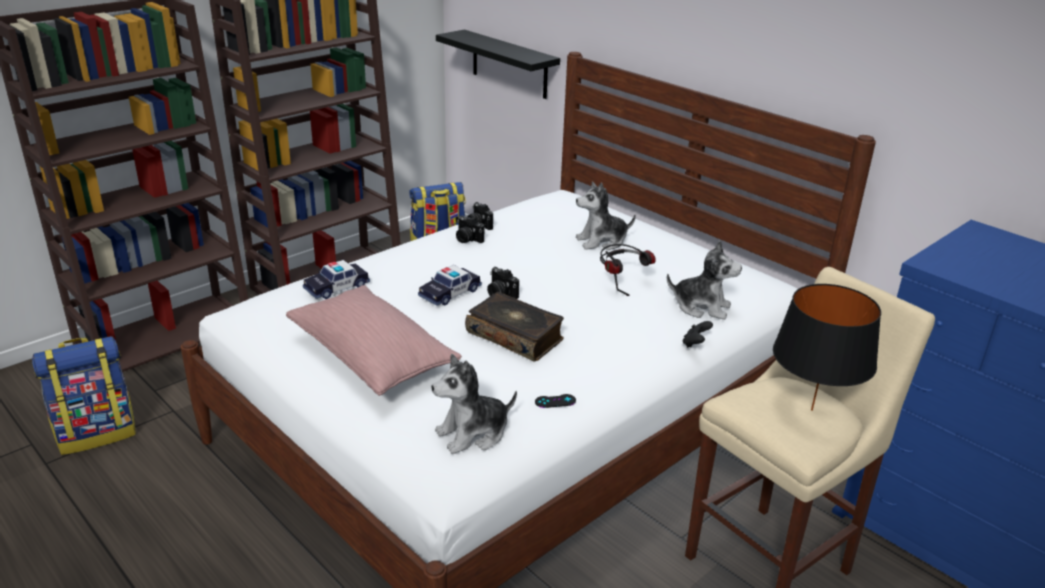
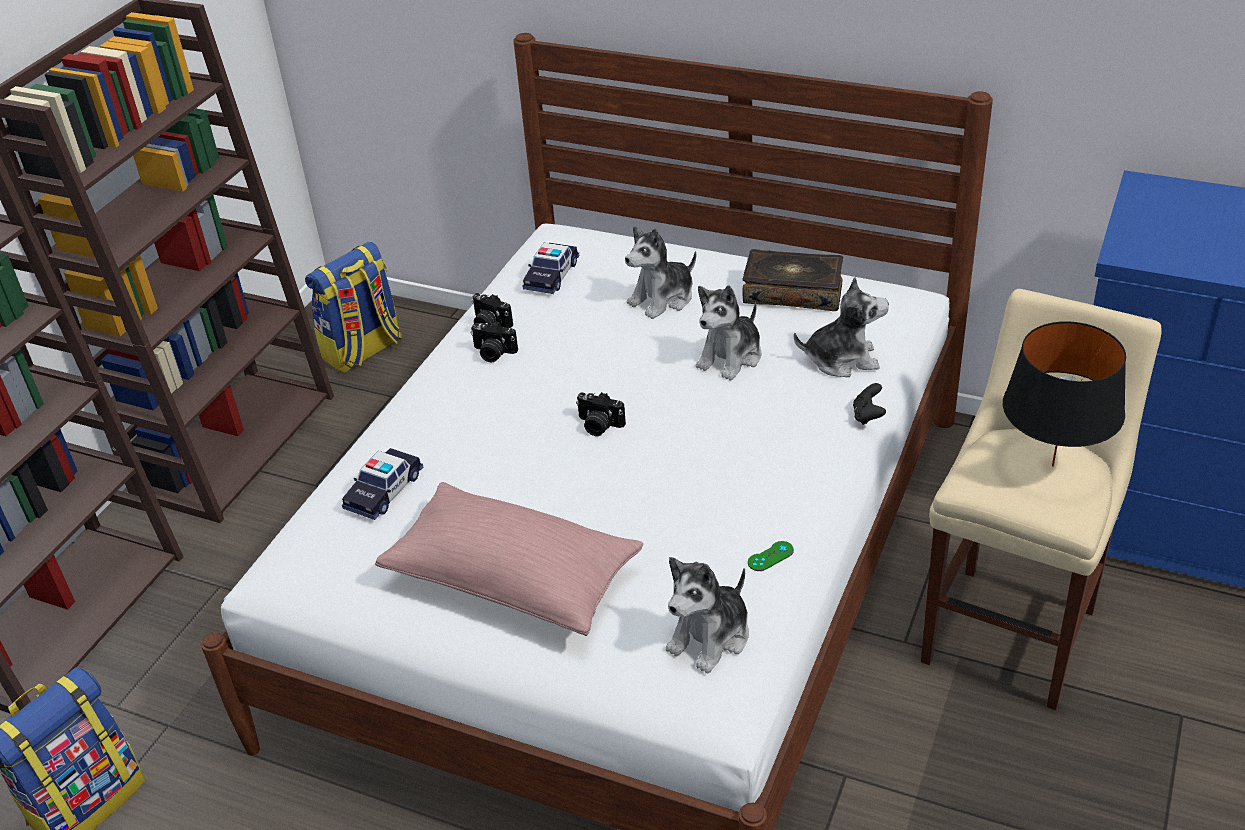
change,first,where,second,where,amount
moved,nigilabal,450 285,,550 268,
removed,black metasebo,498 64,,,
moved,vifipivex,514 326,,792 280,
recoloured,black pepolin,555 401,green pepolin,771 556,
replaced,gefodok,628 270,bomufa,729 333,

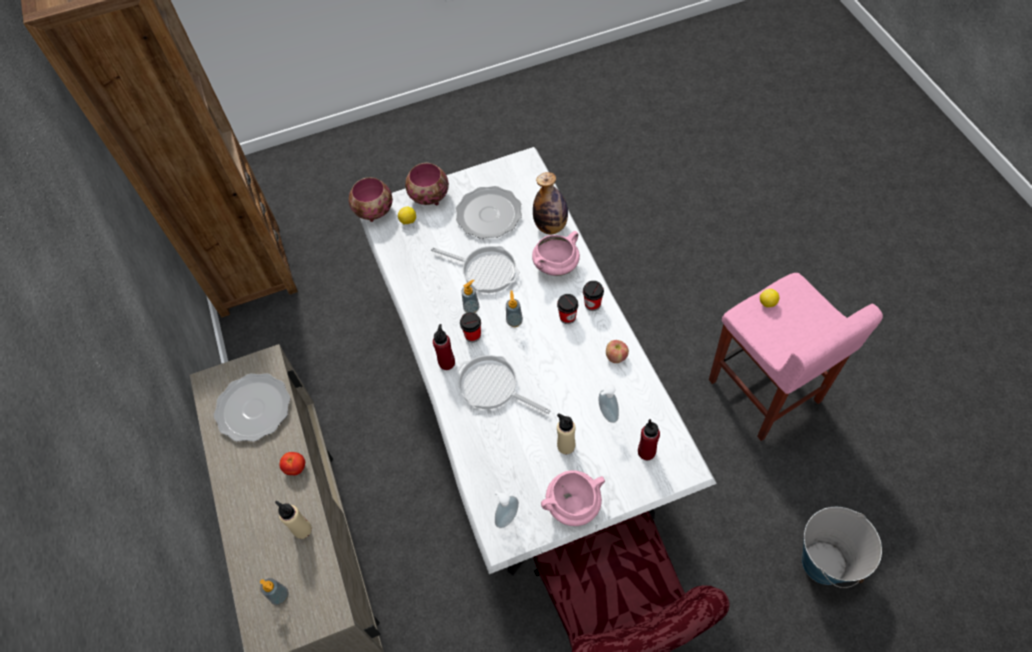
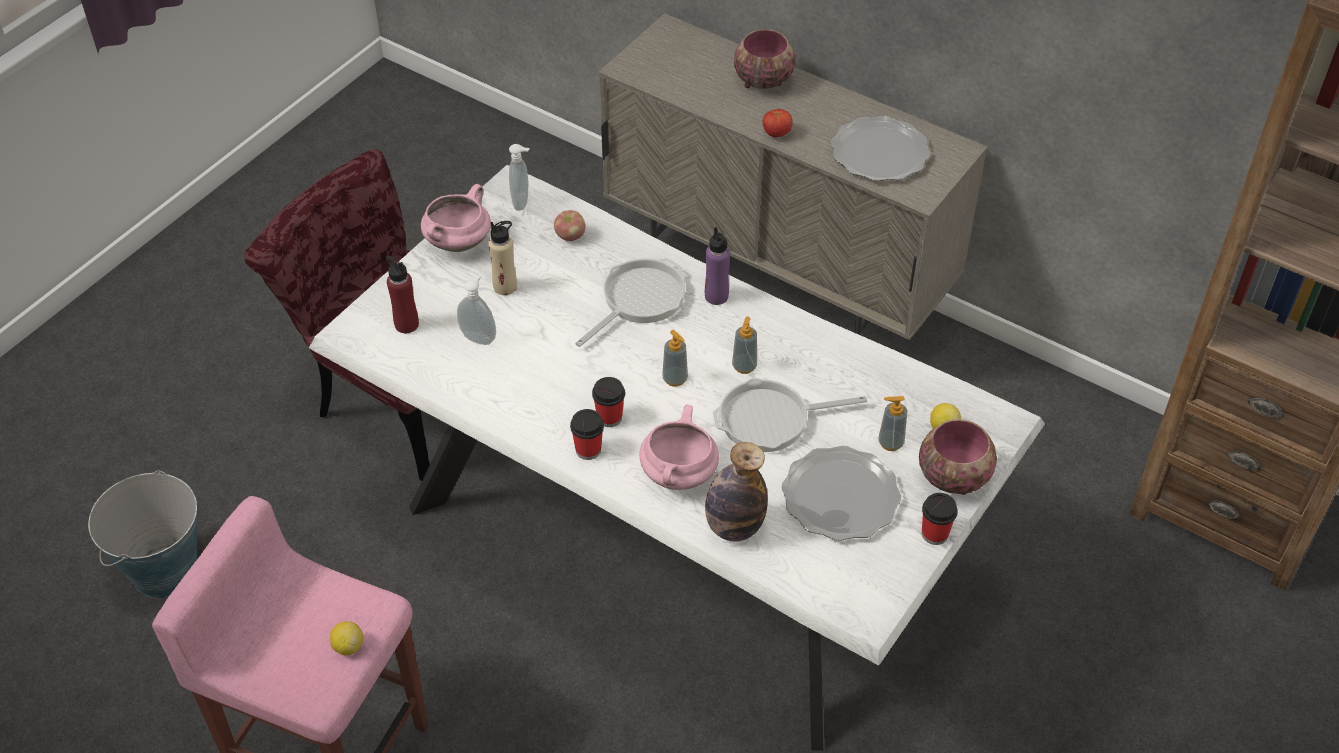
change,first,where,second,where,amount
moved,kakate,274 591,,892 423,
removed,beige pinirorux,293 520,,,
moved,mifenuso,371 199,,764 59,
recoloured,red pinirorux,444 347,purple pinirorux,717 266,
turned,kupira,503 384,,630 302,45 degrees counterclockwise
moved,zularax,470 327,,940 519,
moved,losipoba,617 351,,570 225,

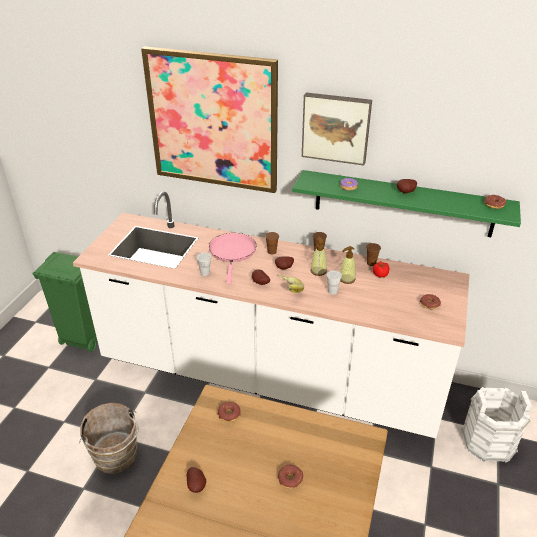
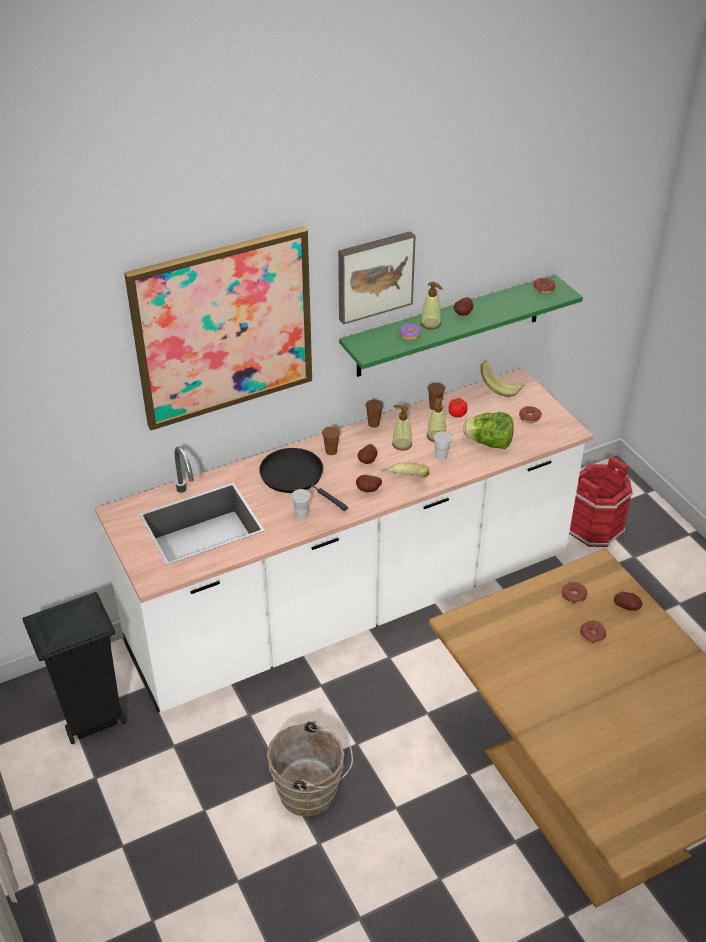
change,first,where,second,where,amount
recoloured,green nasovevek,65 302,black nasovevek,74 668,
moved,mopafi,196 480,,628 601,
recoloured,pink kupira,232 258,black kupira,303 479,
moved,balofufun,229 412,,574 593,
recoloured,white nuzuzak,496 424,red nuzuzak,601 502,
added,,,kakate,431 305,
added,,,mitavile,488 430,
added,,,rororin,503 379,

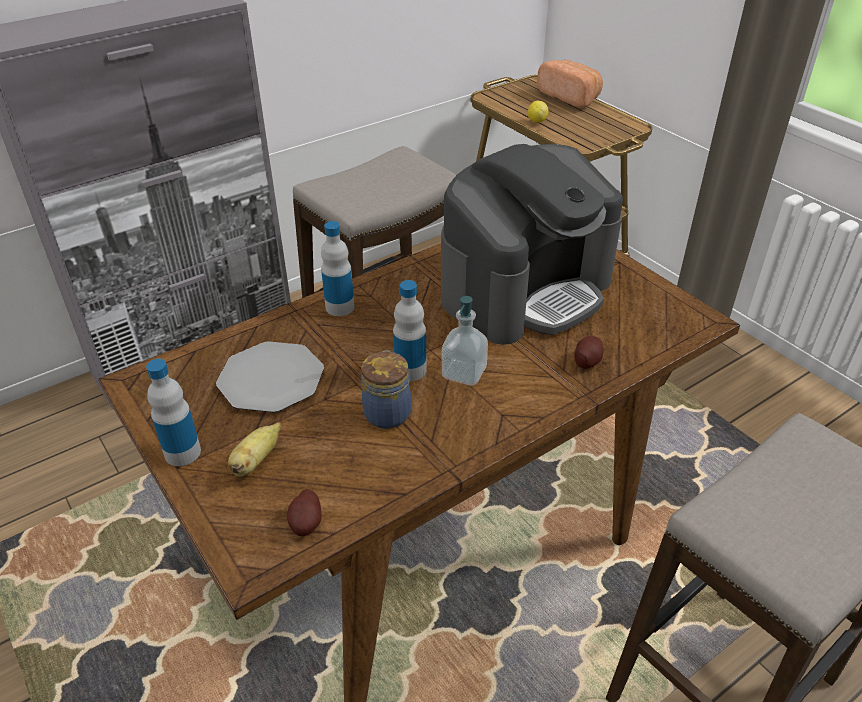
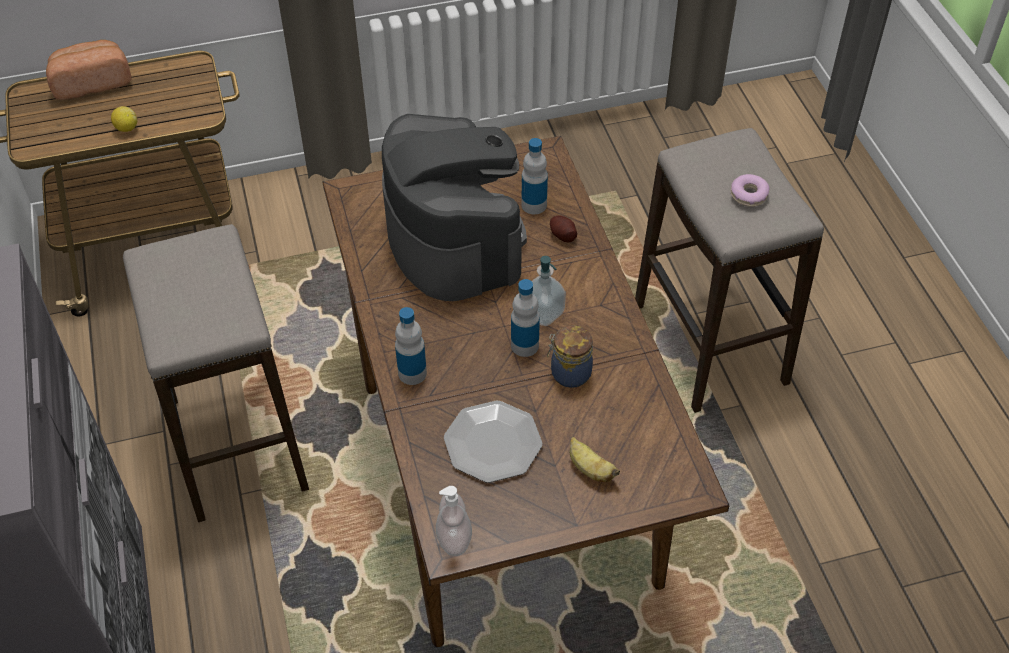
change,first,where,second,where,amount
moved,pinirorux,173 412,,535 176,
removed,mopafi,304 512,,,
added,,,kakate,454 521,
added,,,balofufun,750 190,

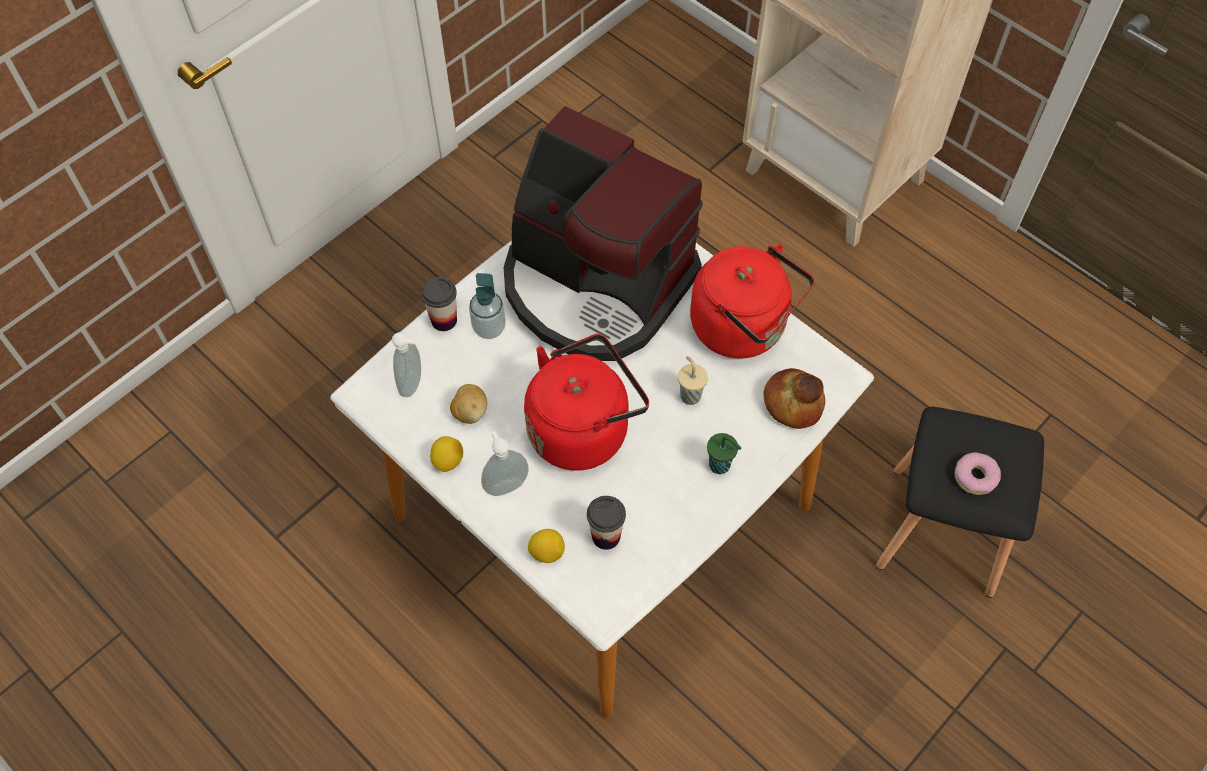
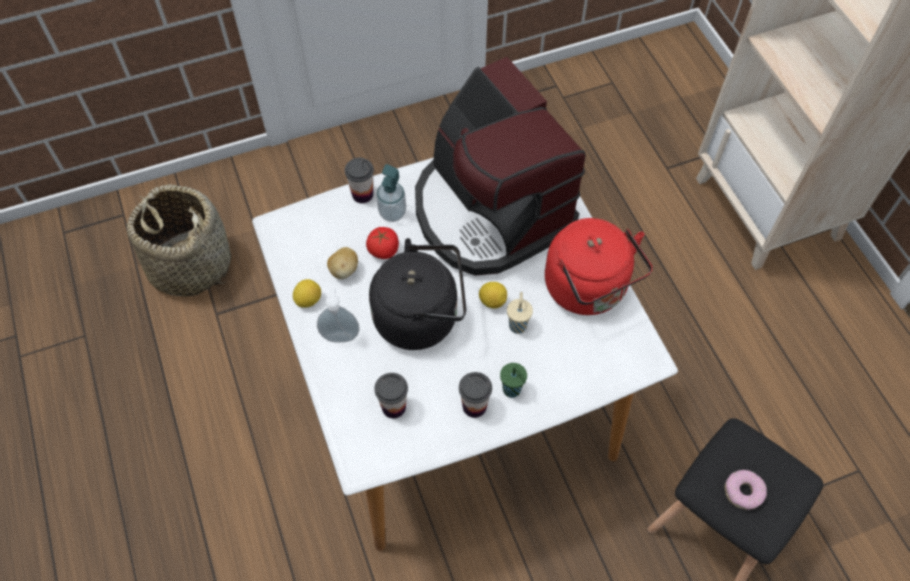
change,first,where,second,where,amount
removed,kakate,406 364,,,
recoloured,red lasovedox,586 402,black lasovedox,417 294,
moved,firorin,546 546,,493 295,
removed,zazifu,794 398,,,
added,,,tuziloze,179 240,
added,,,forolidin,382 243,
added,,,zularax,475 395,

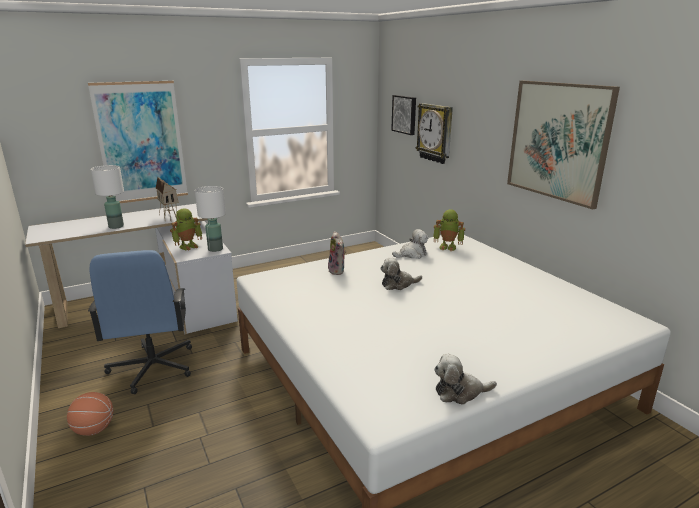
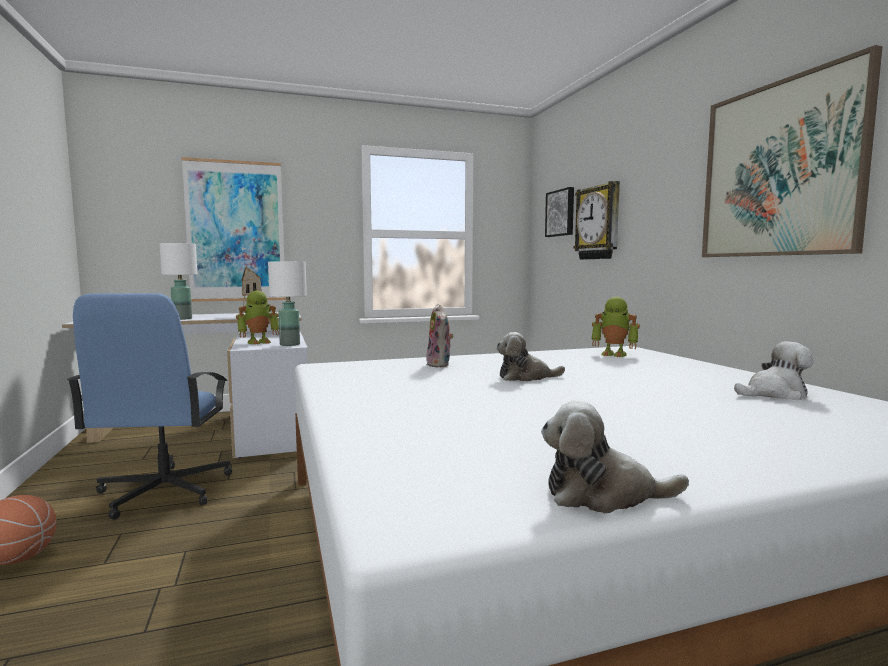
change,first,where,second,where,amount
moved,bomufa,410 244,,773 370,

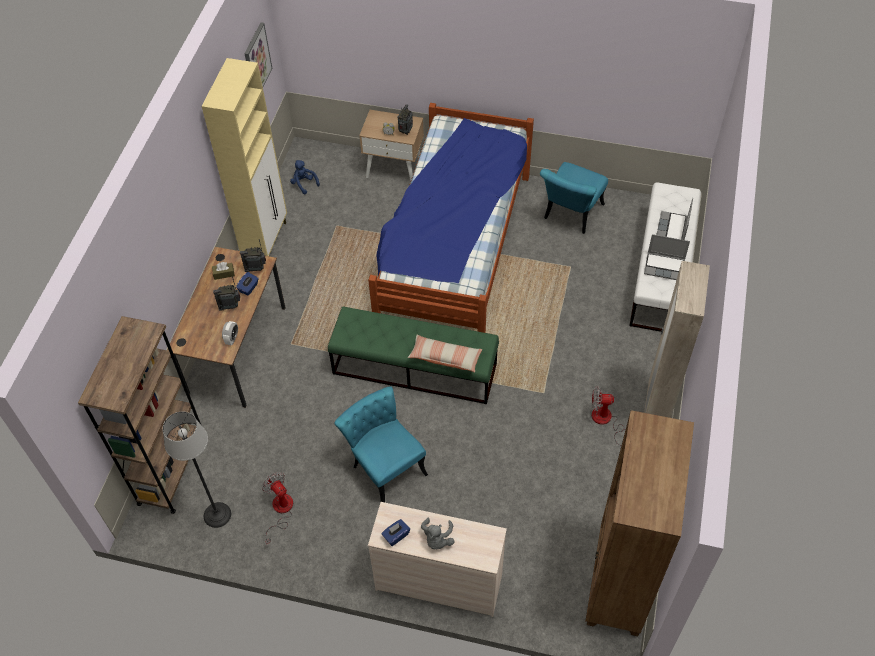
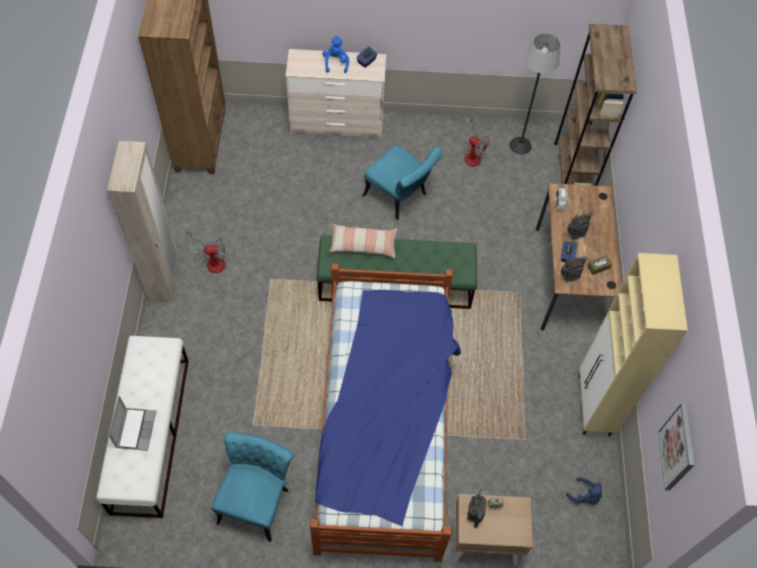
change,first,where,second,where,amount
recoloured,grey bomufa,438 533,blue bomufa,335 54,
removed,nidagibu,667 257,,,

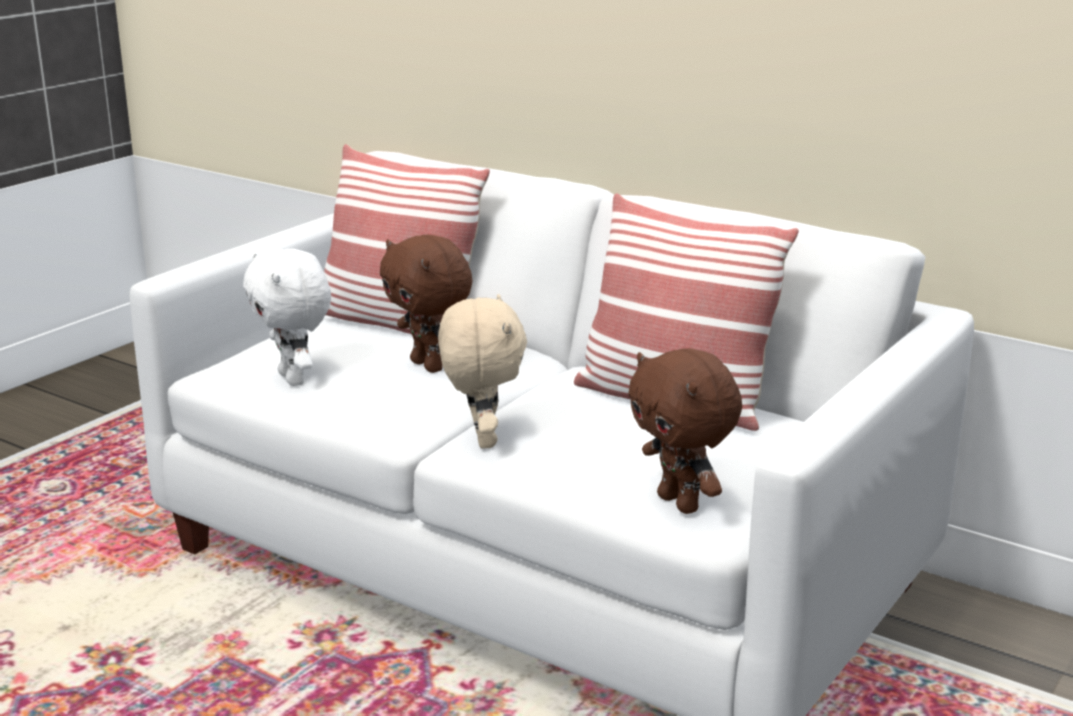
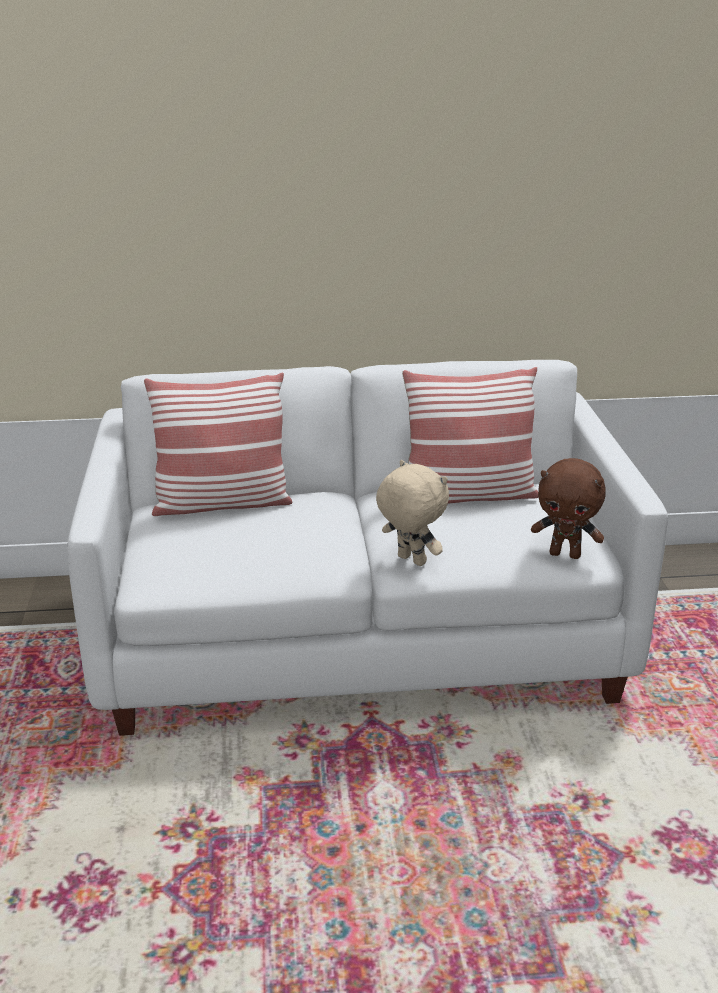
change,first,where,second,where,amount
removed,white bomufa,287 317,,,
removed,brown bomufa,426 304,,,

